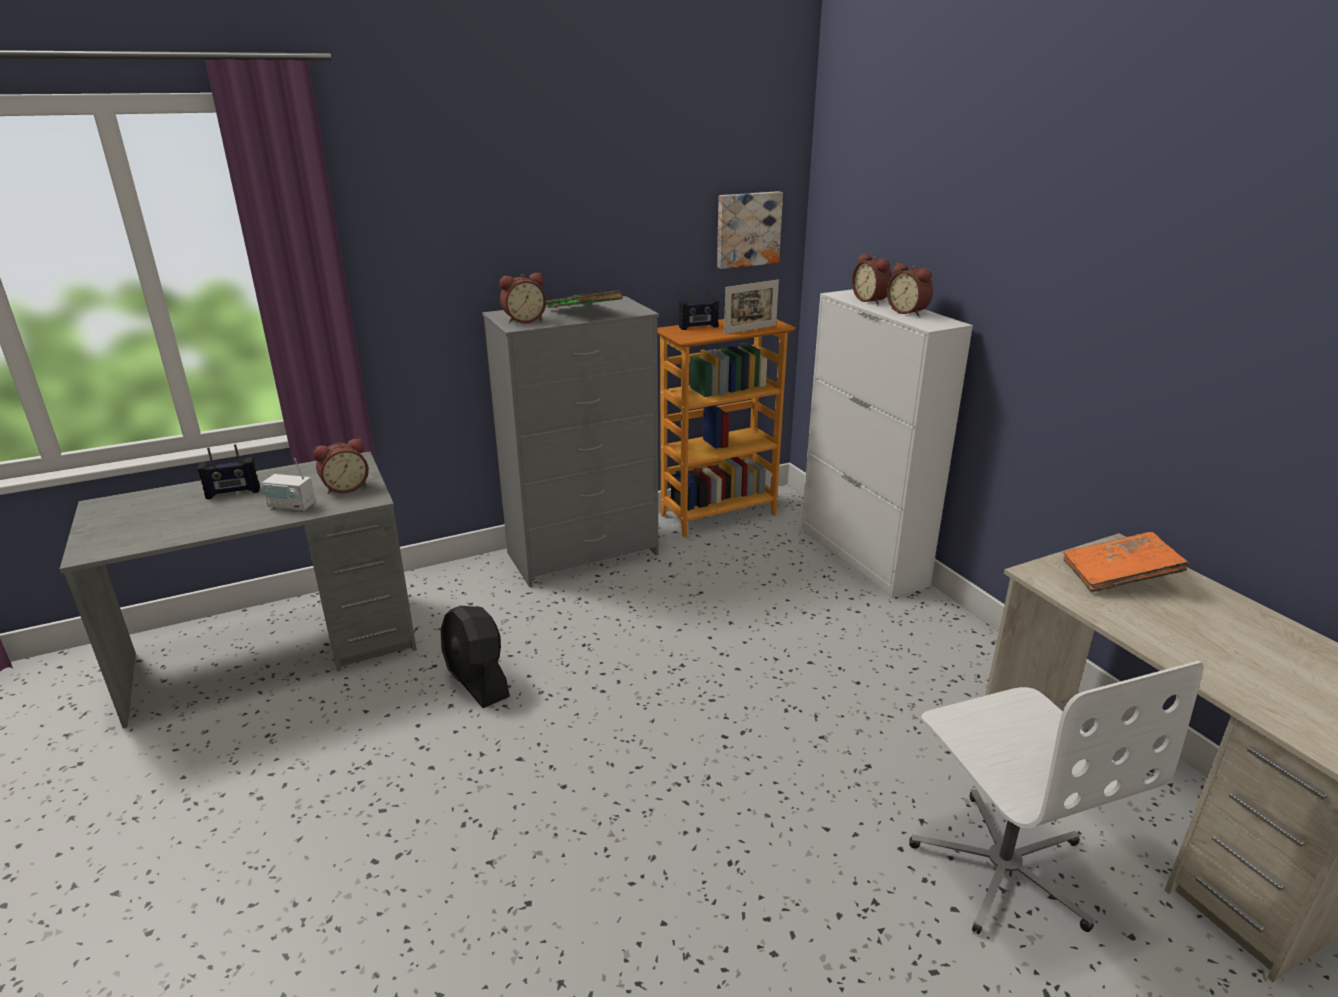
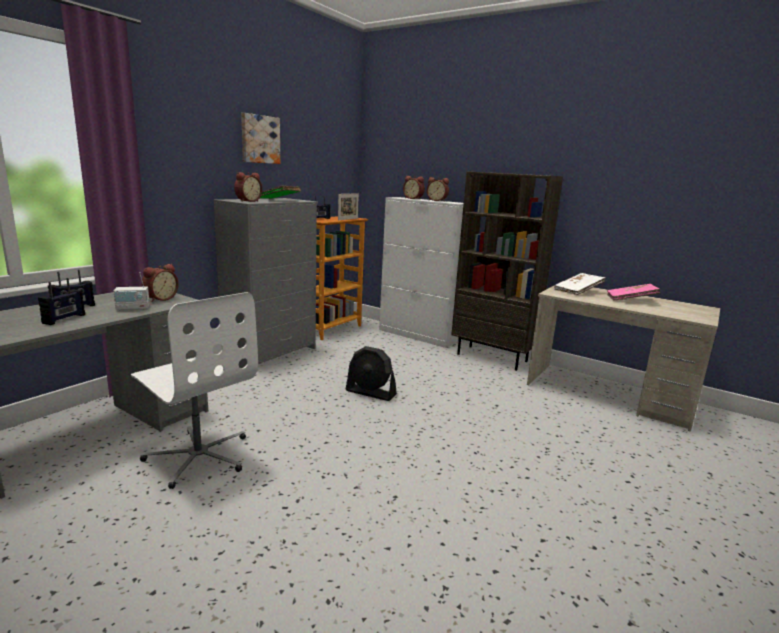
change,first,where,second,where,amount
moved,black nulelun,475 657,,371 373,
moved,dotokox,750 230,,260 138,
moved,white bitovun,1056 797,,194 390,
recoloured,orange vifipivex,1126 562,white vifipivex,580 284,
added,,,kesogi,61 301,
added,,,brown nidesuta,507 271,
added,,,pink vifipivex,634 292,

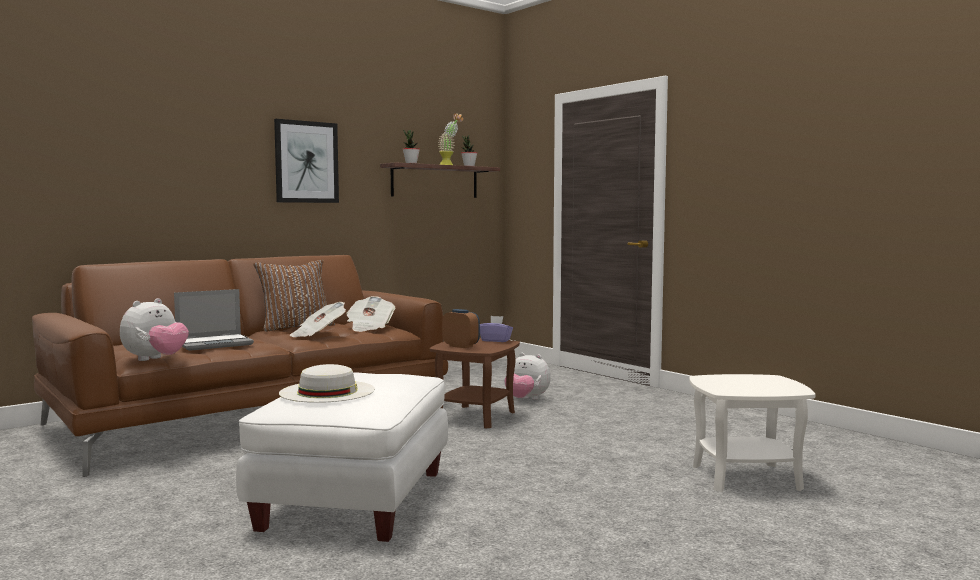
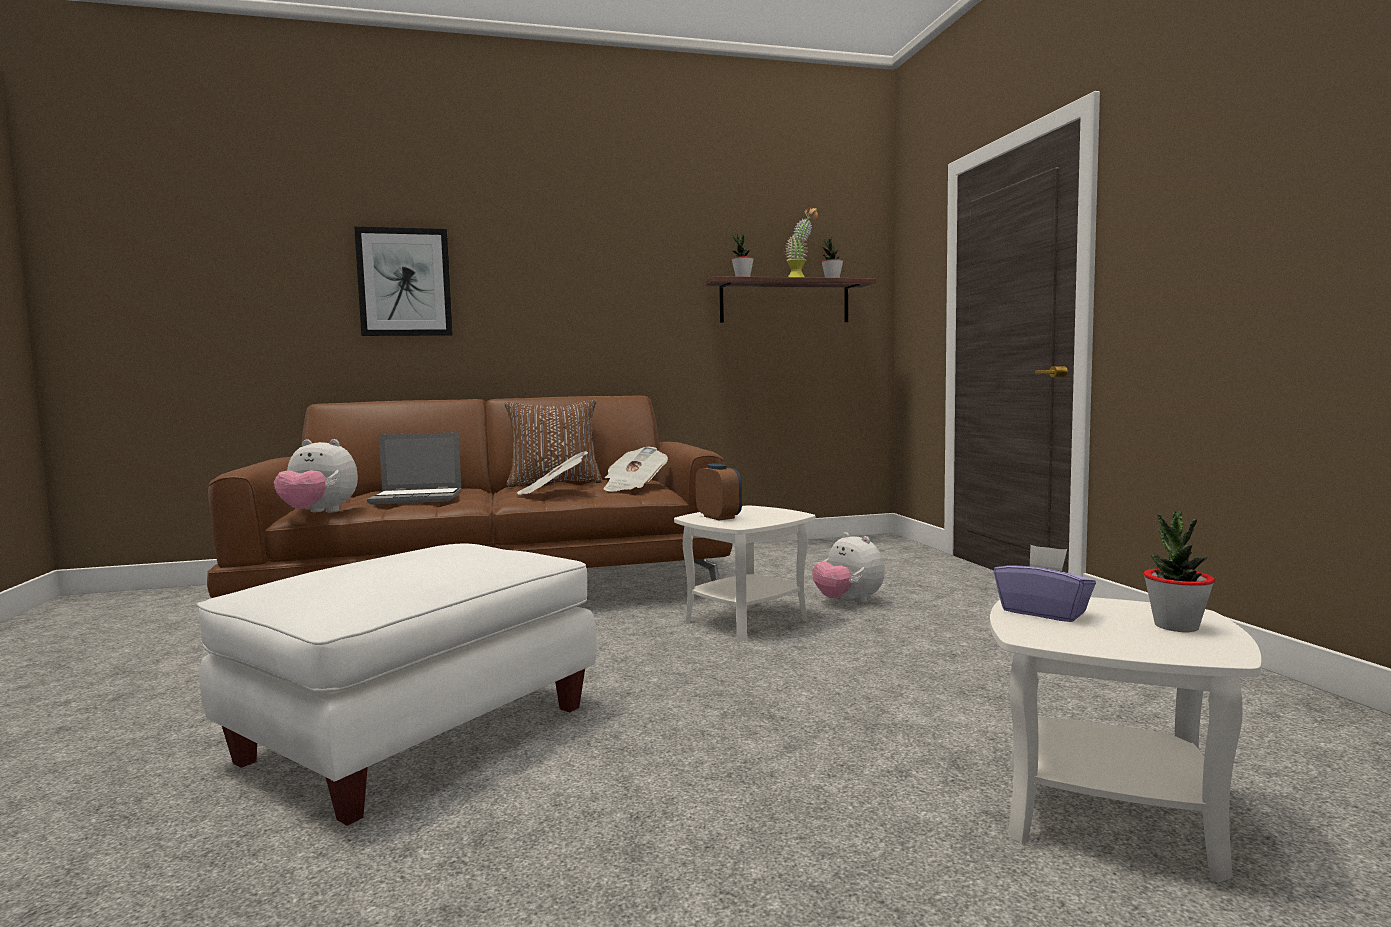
change,first,where,second,where,amount
turned,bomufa,154 329,,316 475,45 degrees clockwise
moved,dotokox,306 161,,403 281,
removed,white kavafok,327 383,,,
recoloured,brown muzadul,475 383,white muzadul,744 573,
moved,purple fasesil,496 329,,1045 583,
added,,,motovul,1179 572,

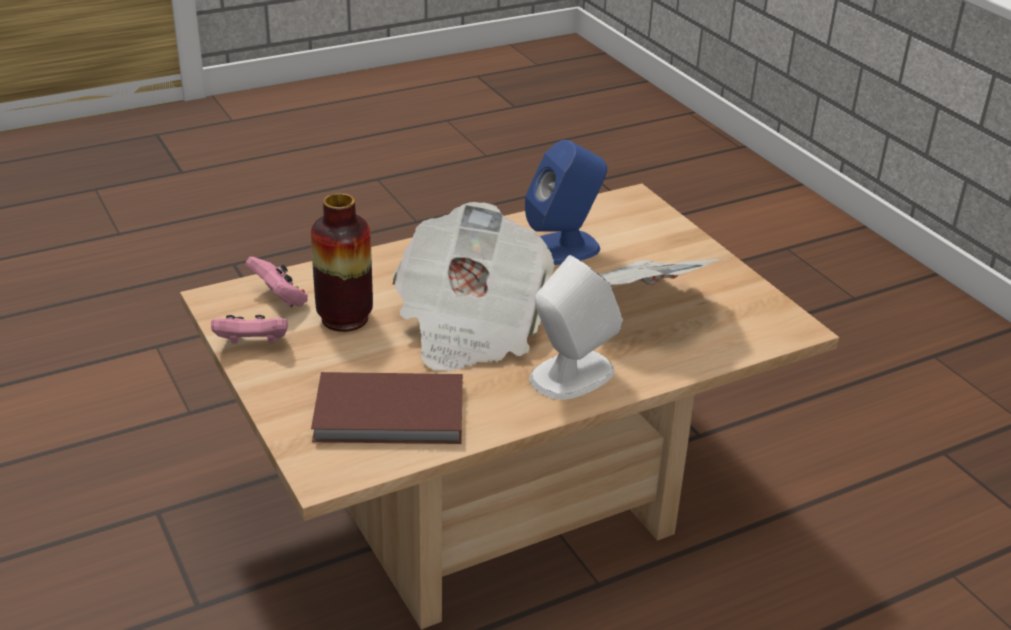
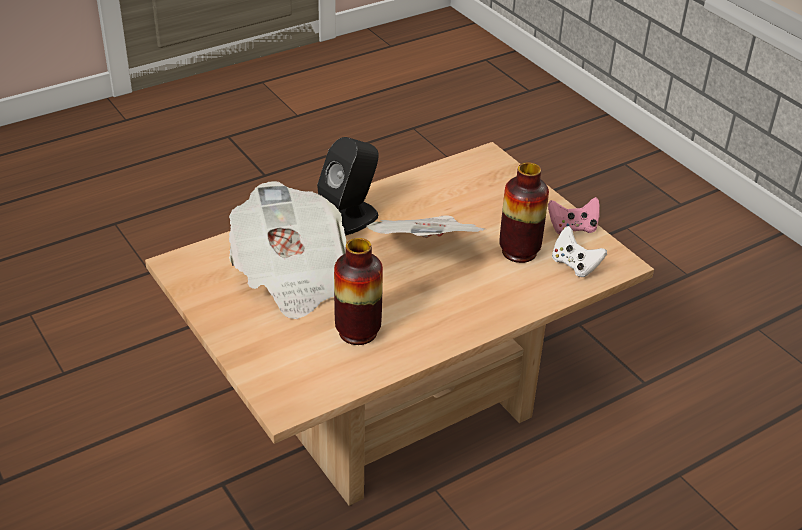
change,first,where,second,where,amount
recoloured,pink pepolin,277 281,white pepolin,579 251,
removed,brown vifipivex,387 408,,,
replaced,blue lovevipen,566 202,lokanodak,358 291,
recoloured,white lovevipen,576 327,black lovevipen,348 186,

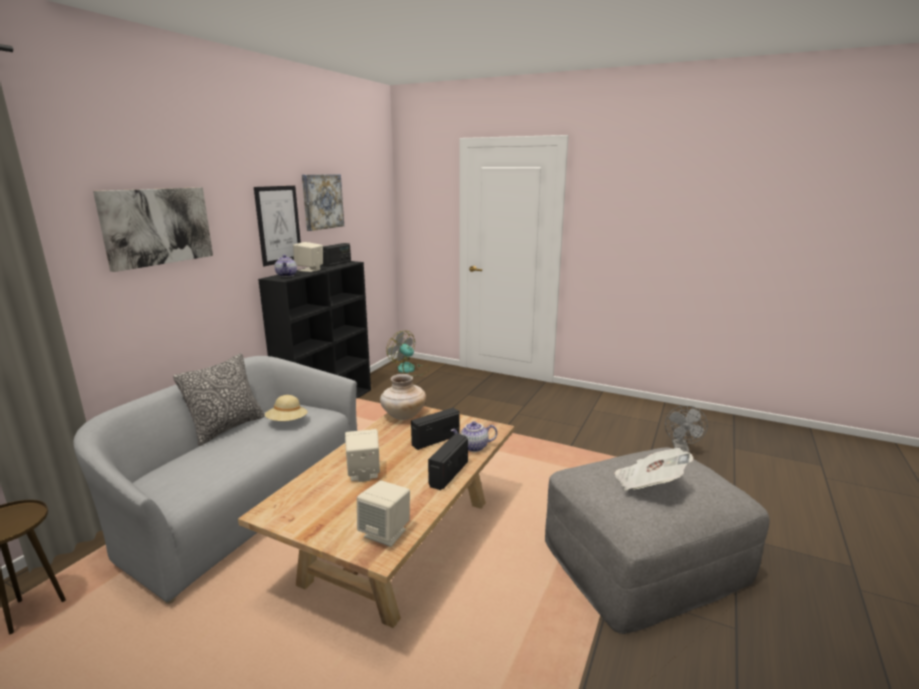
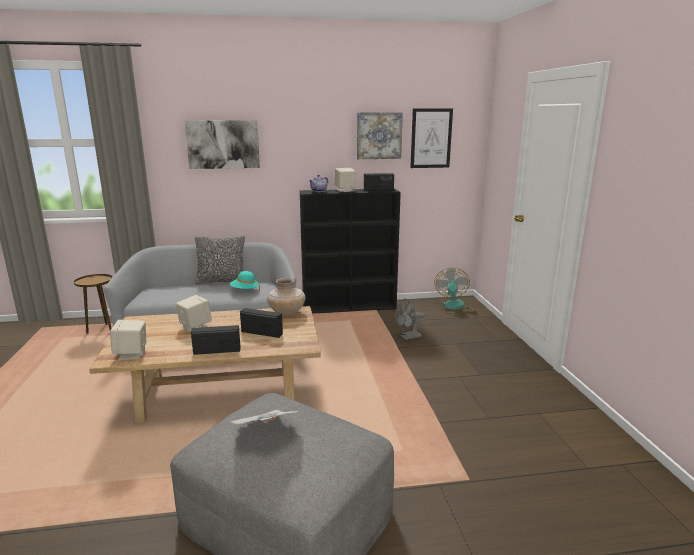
change,first,where,second,where,amount
moved,dotokox,277 226,,431 138,
recoloured,beige kavafok,286 408,turquoise kavafok,245 281,
removed,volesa,473 436,,,
moved,grey nulelun,686 429,,409 319,

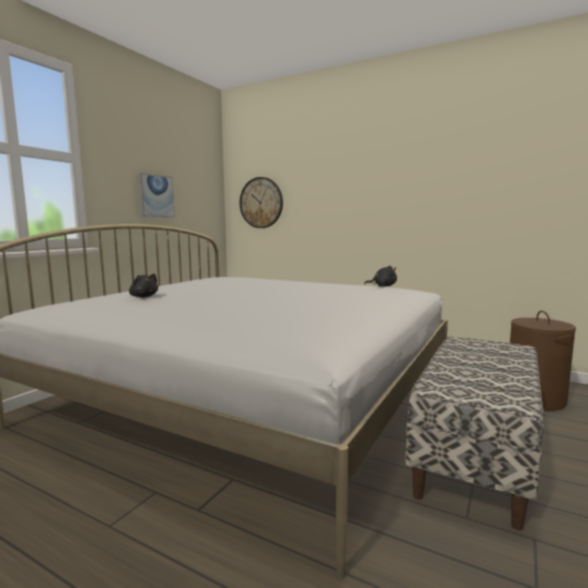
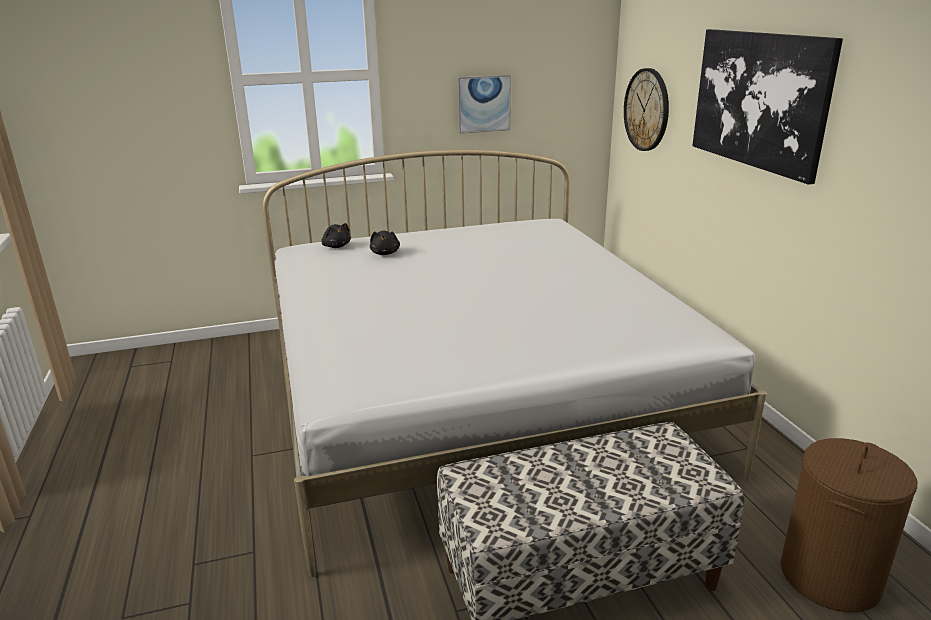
change,first,where,second,where,amount
moved,black bomufa,380 276,,336 235,
added,,,dotokox,767 106,

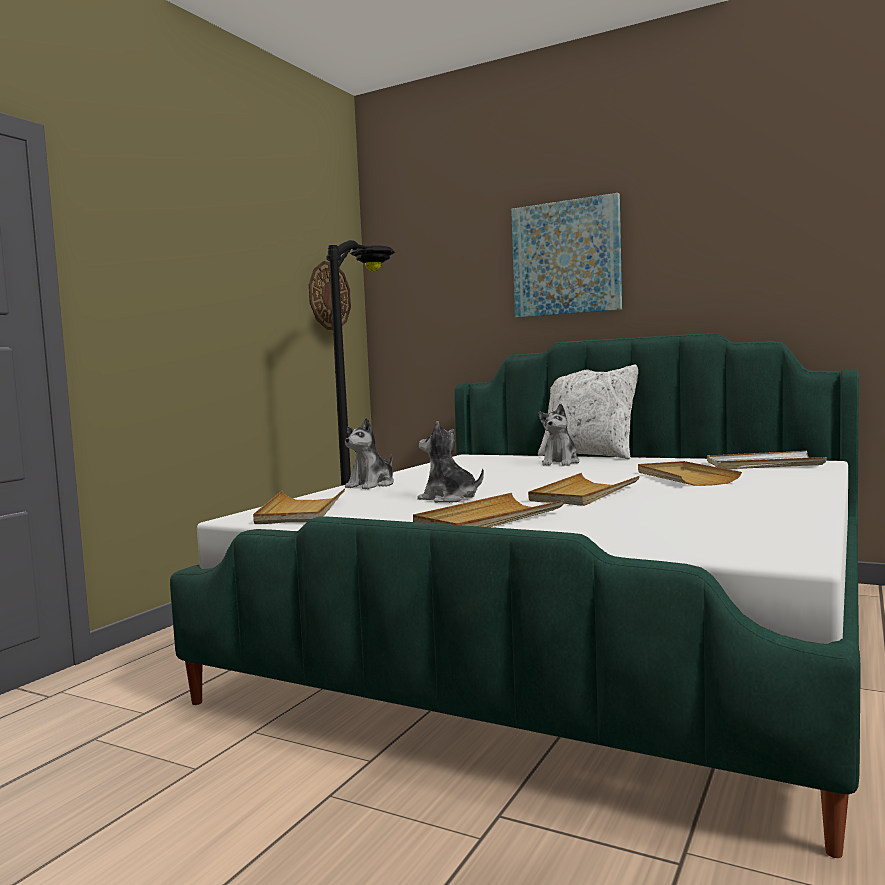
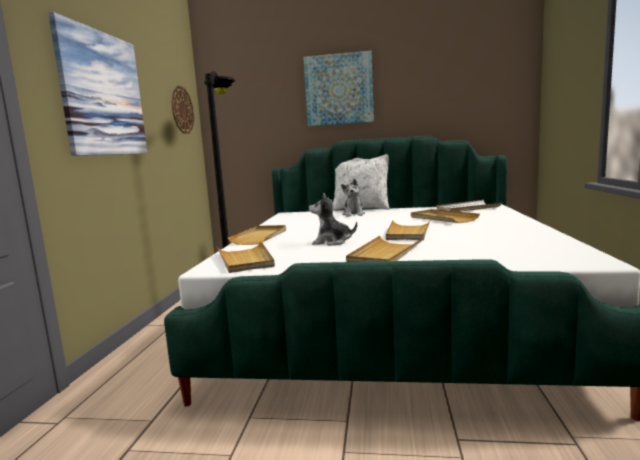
change,first,where,second,where,amount
replaced,bomufa,369 453,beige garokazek,257 235,
added,,,dotokox,97 84,

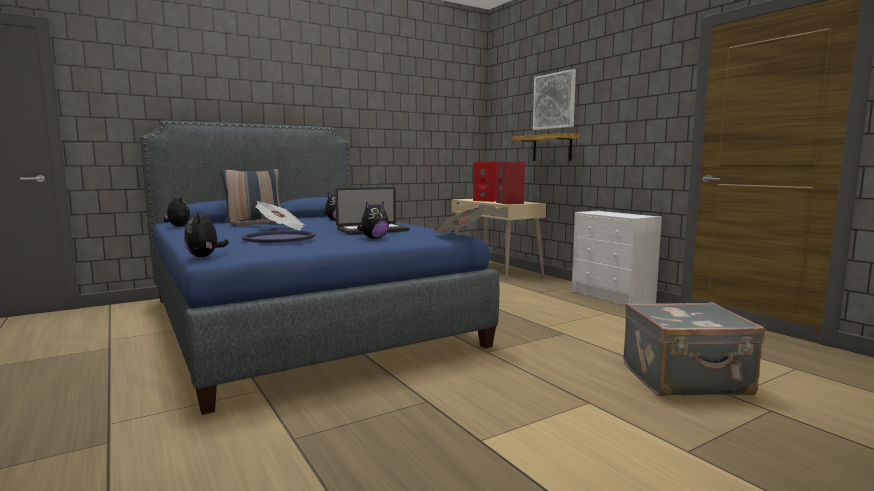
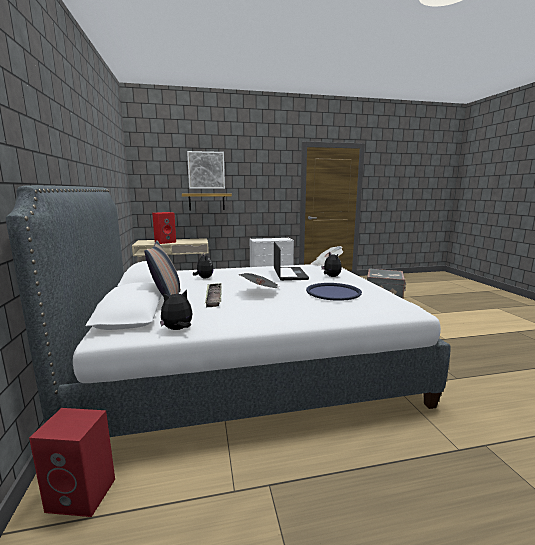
change,first,where,second,where,amount
recoloured,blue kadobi,319 268,white kadobi,228 311,
removed,bomufa,206 233,,,
moved,red lovevipen,510 183,,72 462,

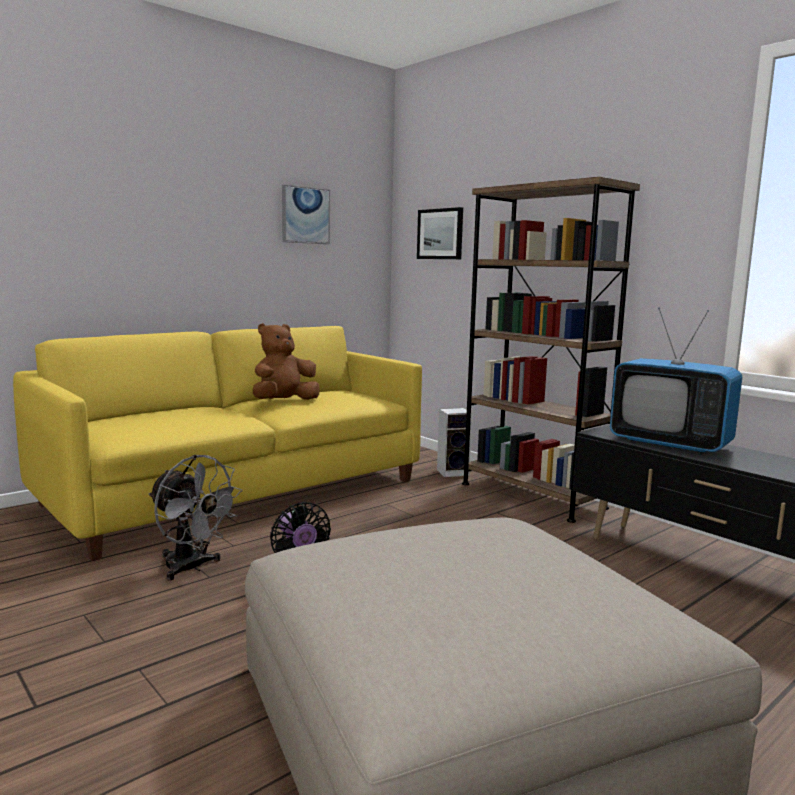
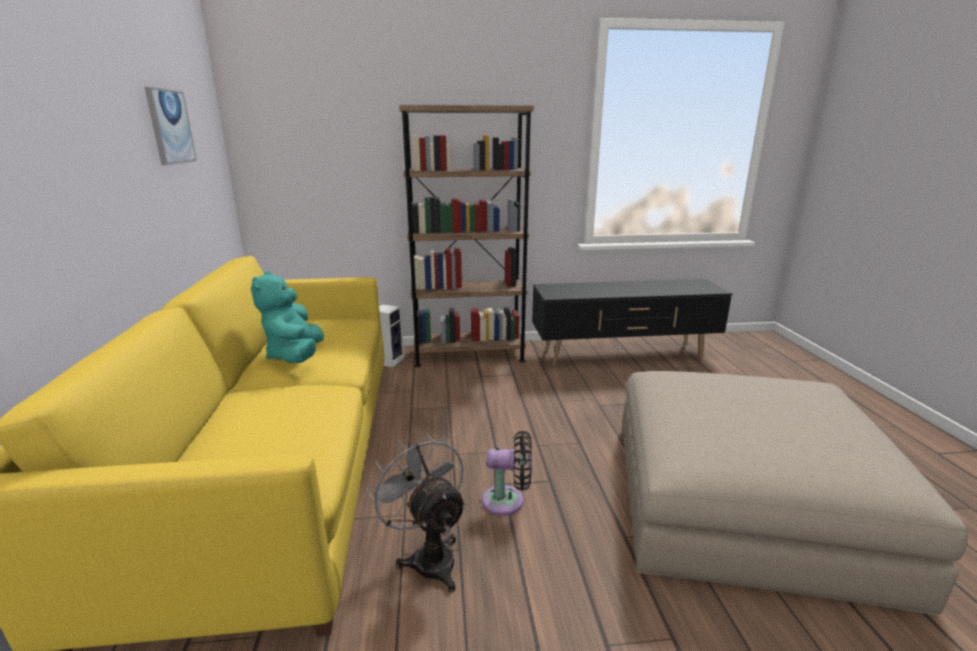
change,first,where,second,where,amount
turned,grey nulelun,196 518,,417 512,105 degrees counterclockwise
recoloured,brown bomufa,286 361,turquoise bomufa,287 317,
removed,dotokox,440 233,,,
removed,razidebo,676 380,,,

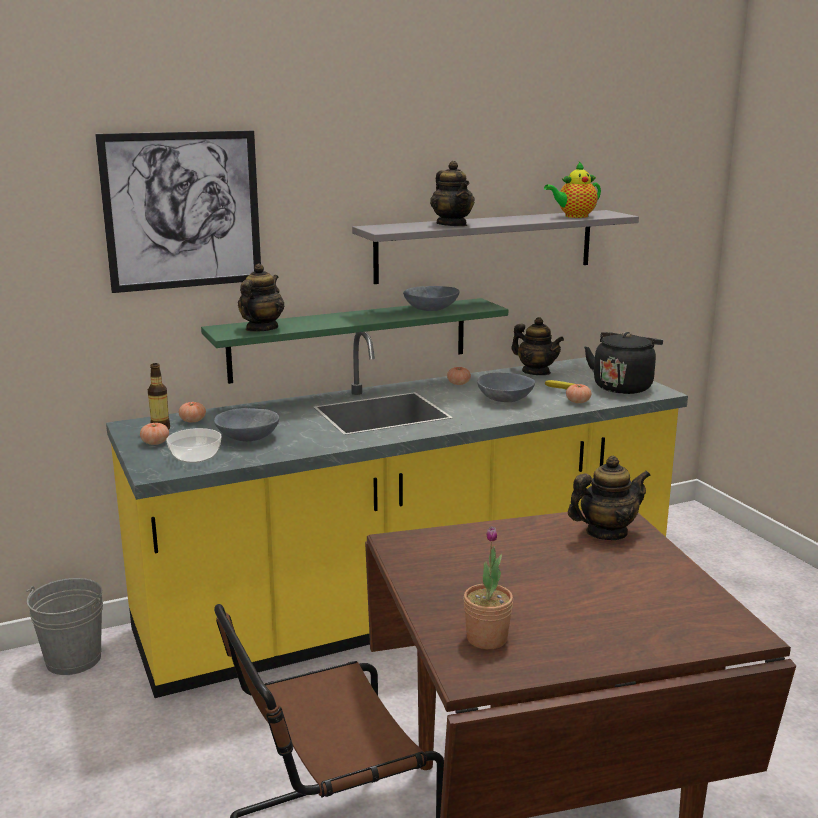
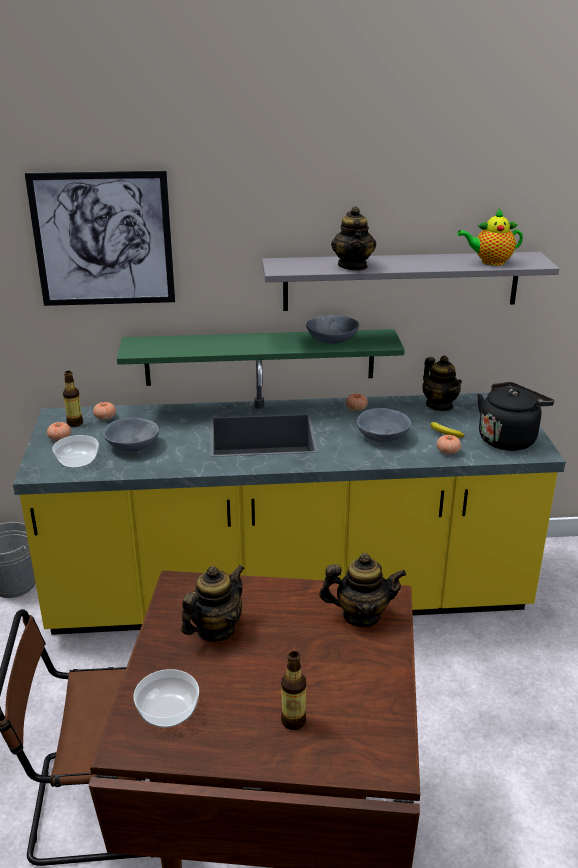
change,first,where,second,where,amount
moved,volesa,261 297,,212 603,
replaced,motovul,488 587,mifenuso,166 698,
added,,,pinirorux,293 690,

